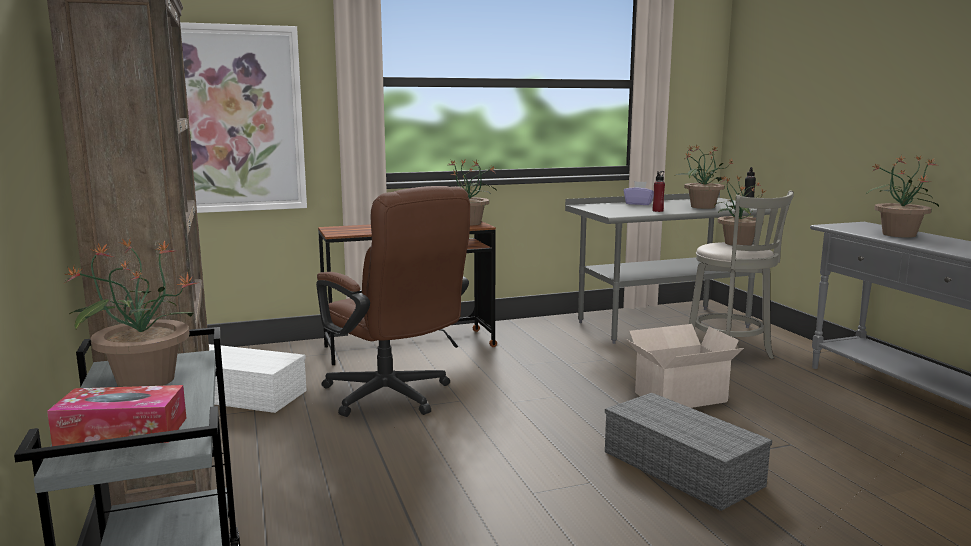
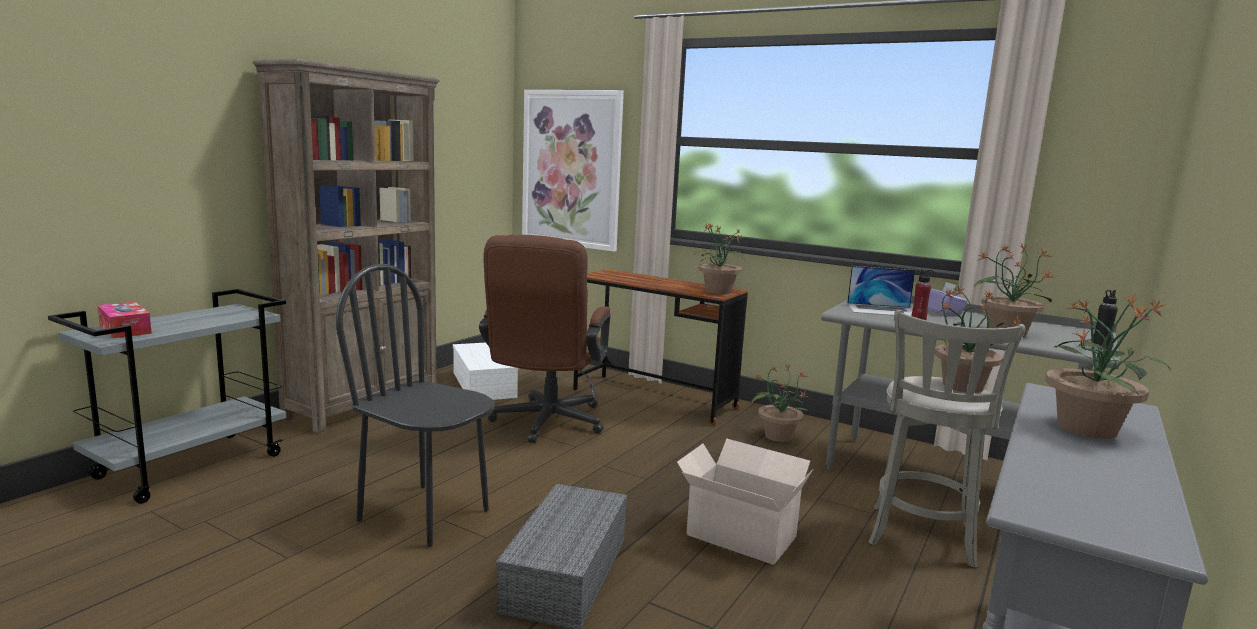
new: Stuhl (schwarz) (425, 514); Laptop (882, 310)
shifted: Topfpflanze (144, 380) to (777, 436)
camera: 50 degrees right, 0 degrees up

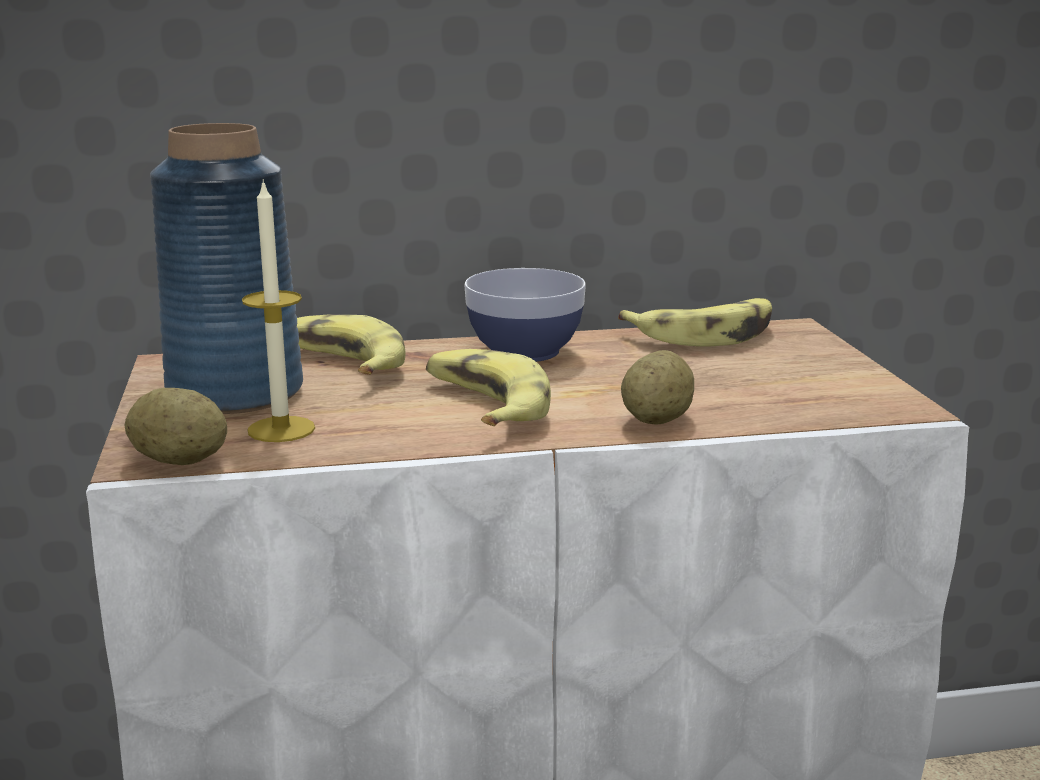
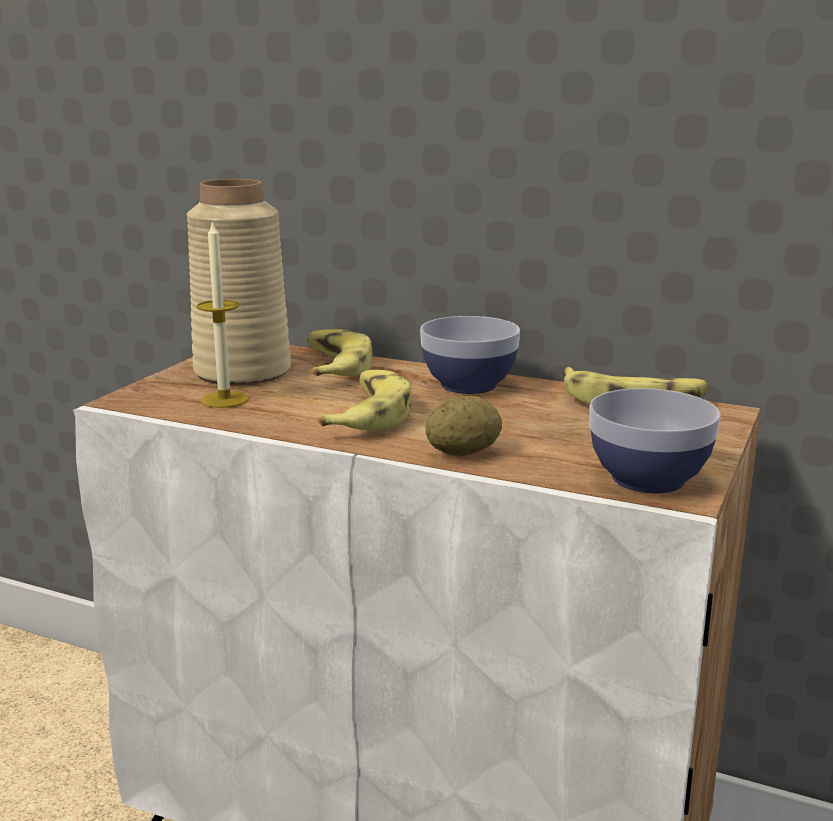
gone: Kartoffel (179, 461)
new: Schüssel (648, 478)
repainted: Vase (blau) (234, 393) to Vase (beige) (241, 372)
camera: 35 degrees right, 0 degrees up

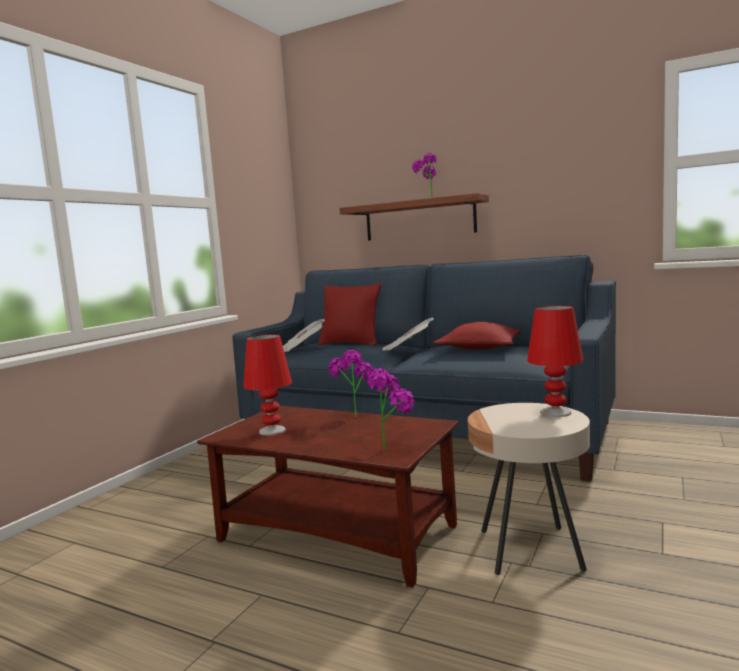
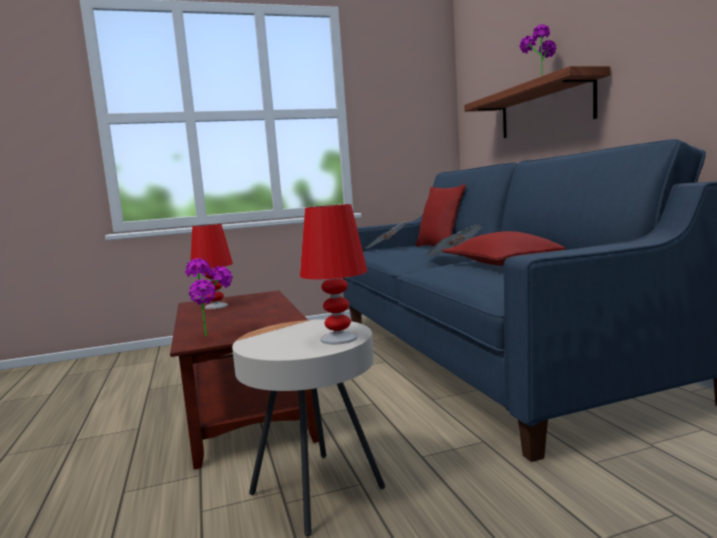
gone: Topfpflanze (353, 415)
camera: 45 degrees right, 0 degrees up

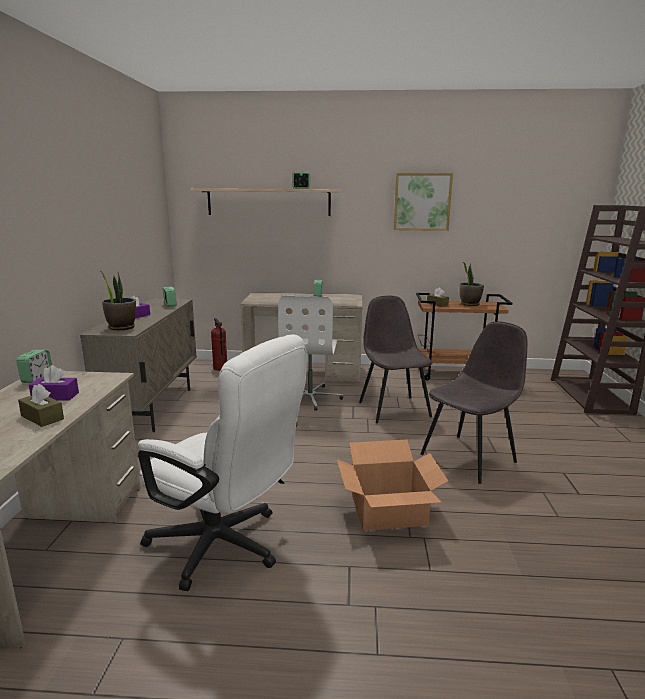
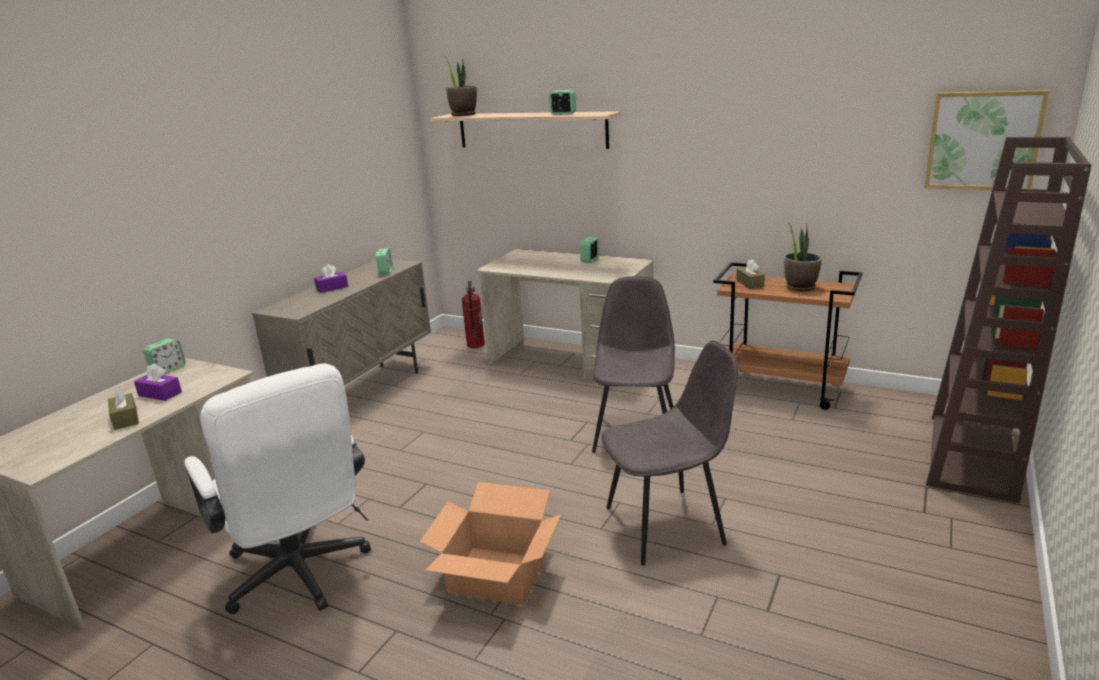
gone: Bürostuhl (weiß) (310, 397)
shifted: Topfpflanze (121, 327) to (463, 115); Bild (422, 202) to (983, 141)
camera: 25 degrees right, 5 degrees up

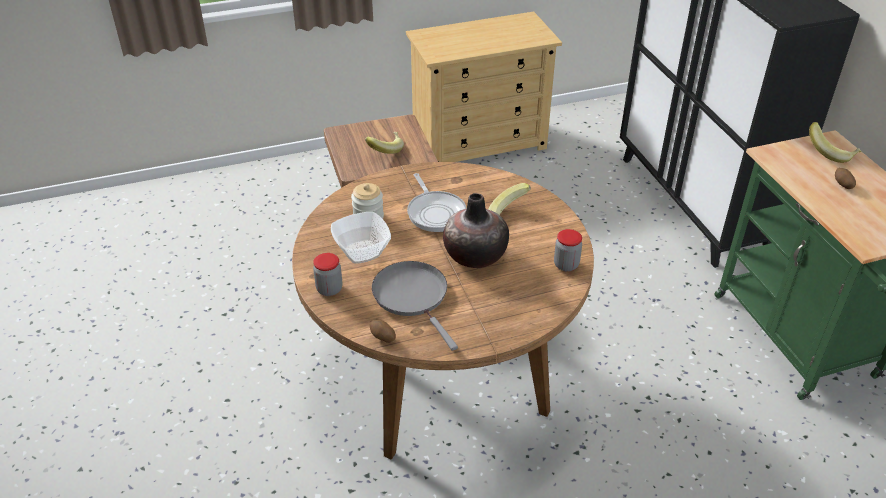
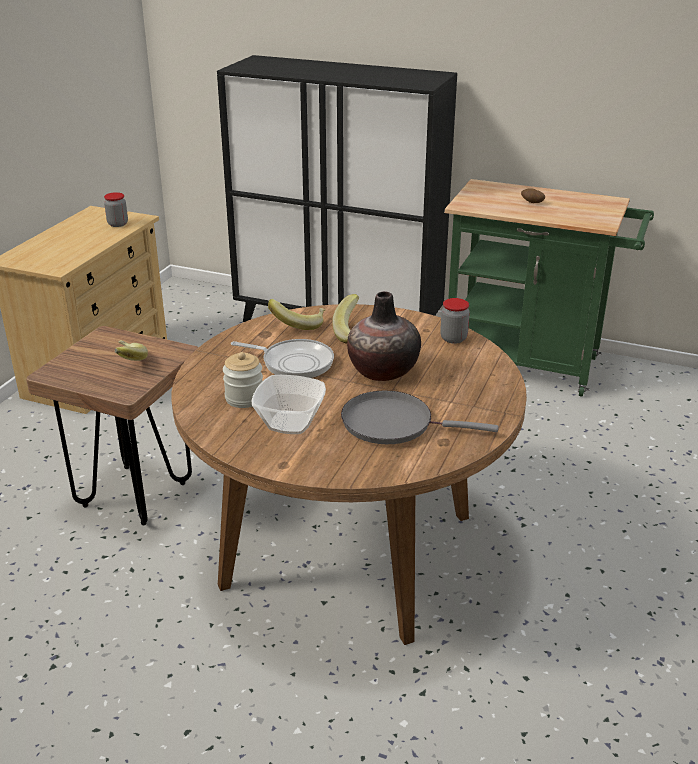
gone: Kartoffel (382, 338)
shifted: Vorratsglas (329, 289) to (118, 224); Banane (830, 153) to (299, 324)
camera: 50 degrees left, 10 degrees down

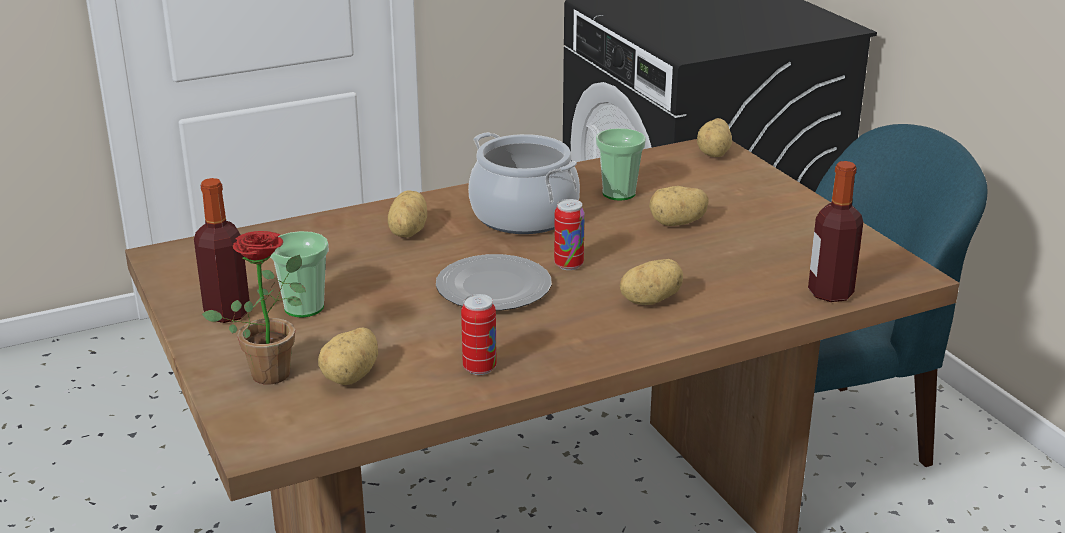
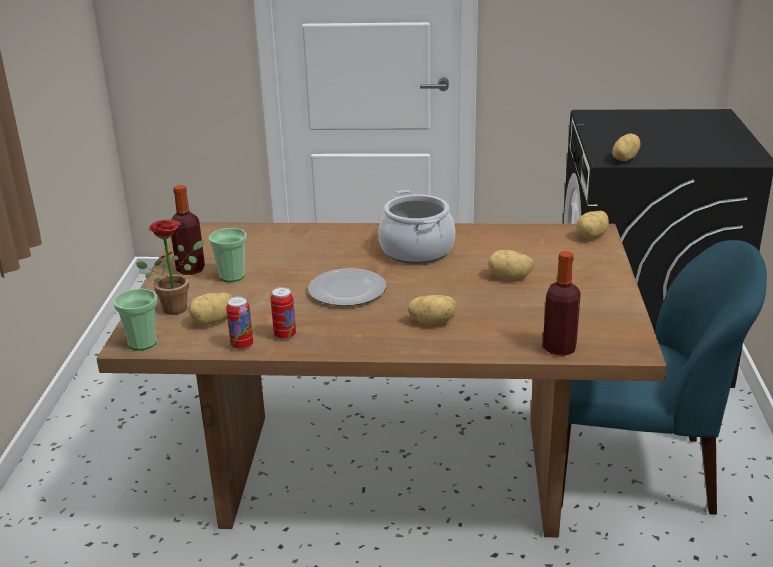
shifted: Tasse (618, 193) to (142, 343); Dose (568, 265) to (242, 346); Kartoffel (406, 232) to (623, 159)
camera: 30 degrees right, 0 degrees up

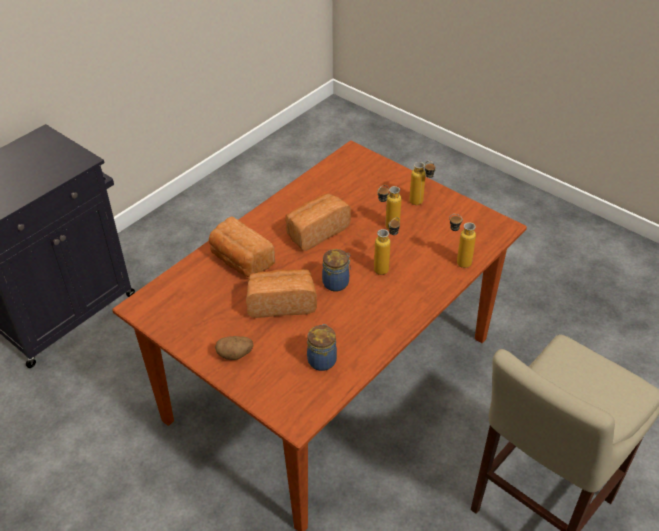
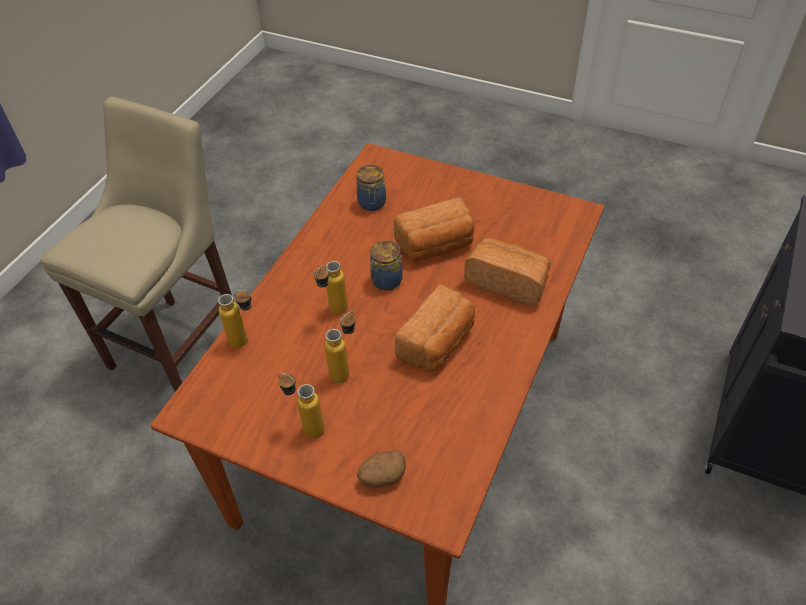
shifted: Kartoffel (235, 354) to (382, 477)
camera: 165 degrees right, 5 degrees up

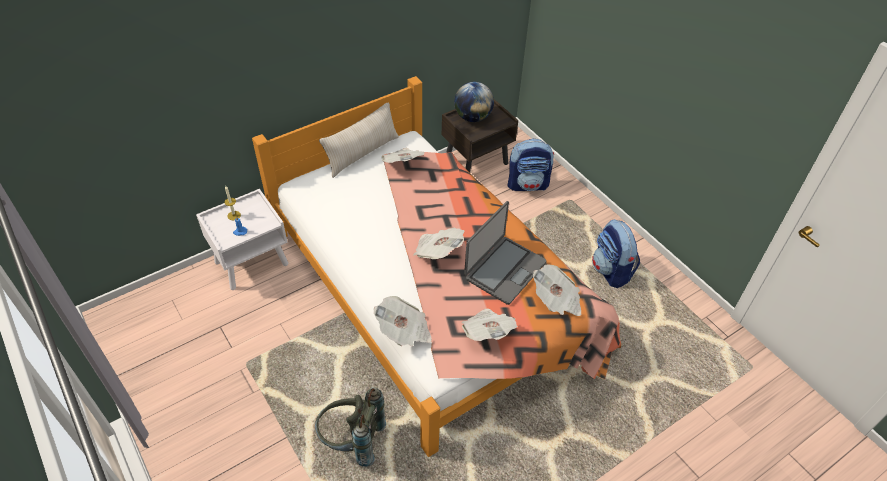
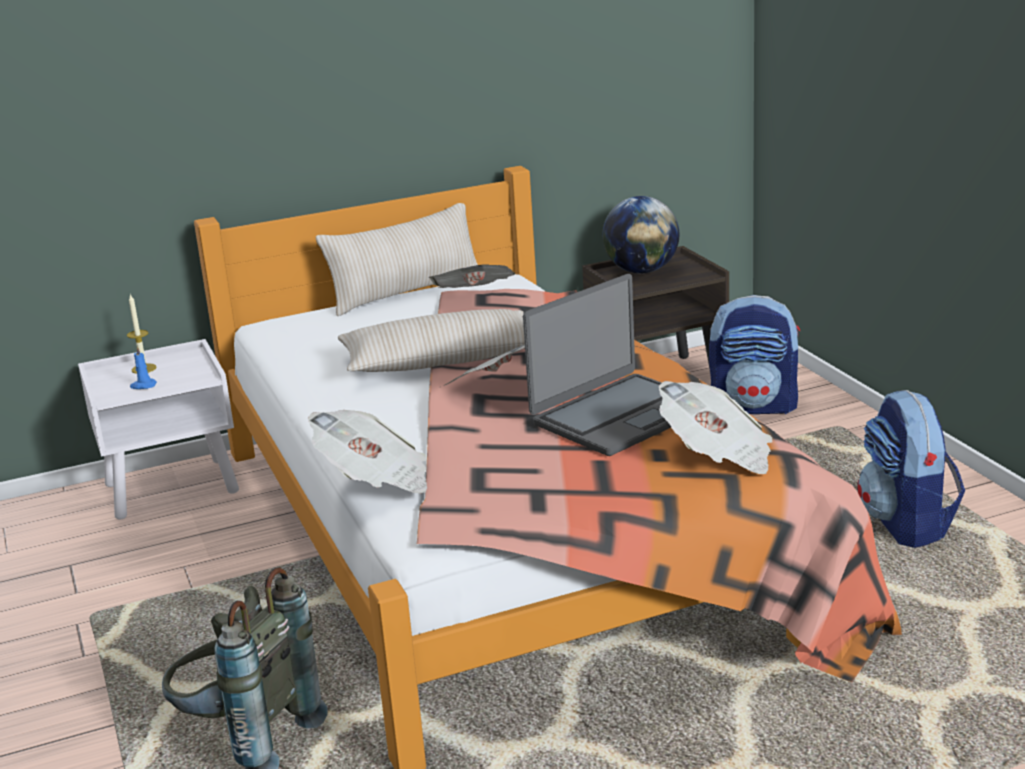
gone: Zeitung (487, 332)
new: Kissen (beige) (440, 360)
camera: 15 degrees right, 25 degrees down

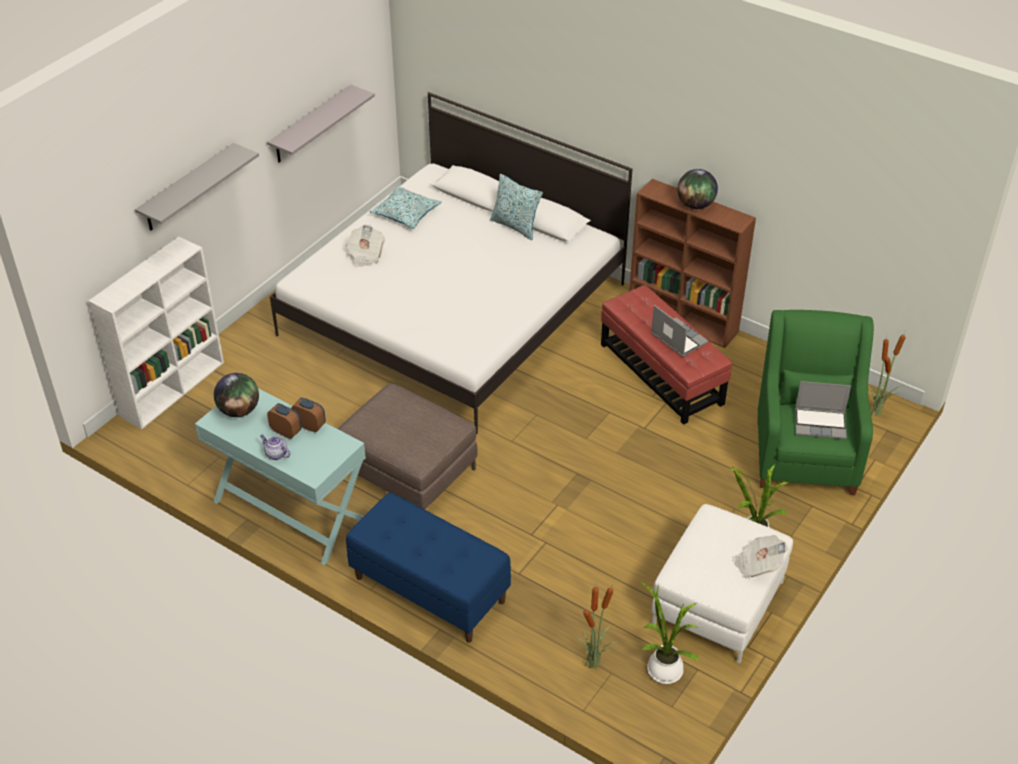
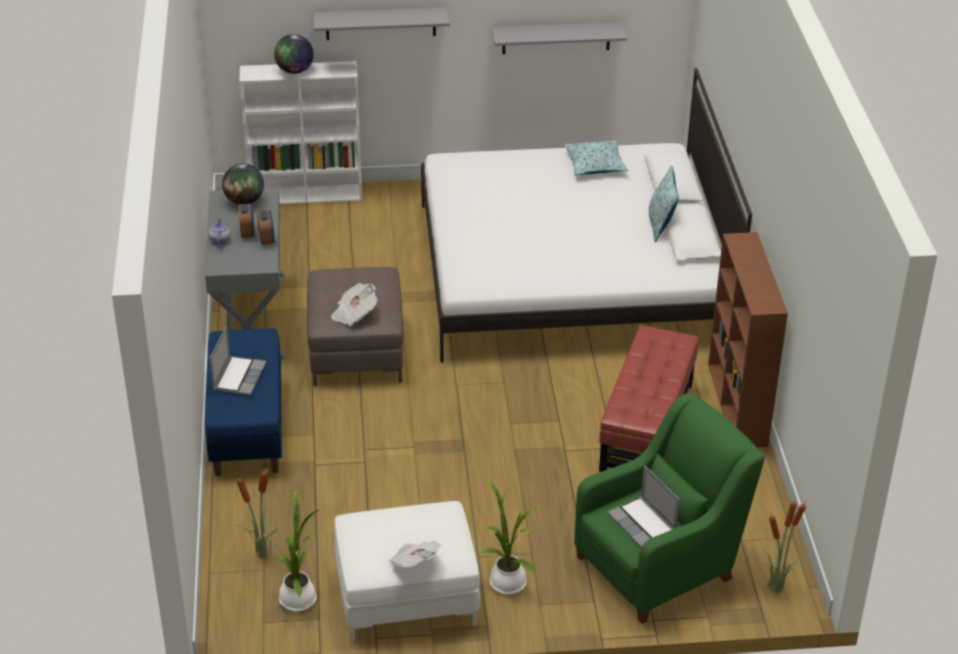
shifted: Laptop (678, 338) to (238, 376); Globus (695, 205) to (294, 71); Zeitung (365, 255) to (354, 314)
repainted: Konsolentisch (türkis) (290, 511) to Konsolentisch (grau) (250, 316)
camera: 50 degrees right, 5 degrees down

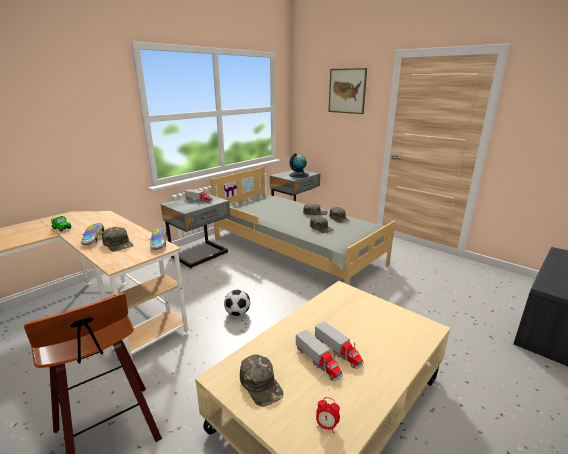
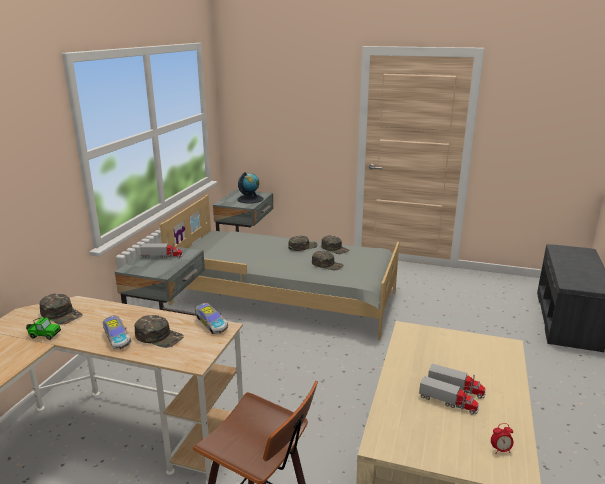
gone: Fußball (238, 313); Bild (347, 91)
shifted: Kappe (grün) (261, 384) to (61, 314)
camera: 25 degrees left, 0 degrees up

